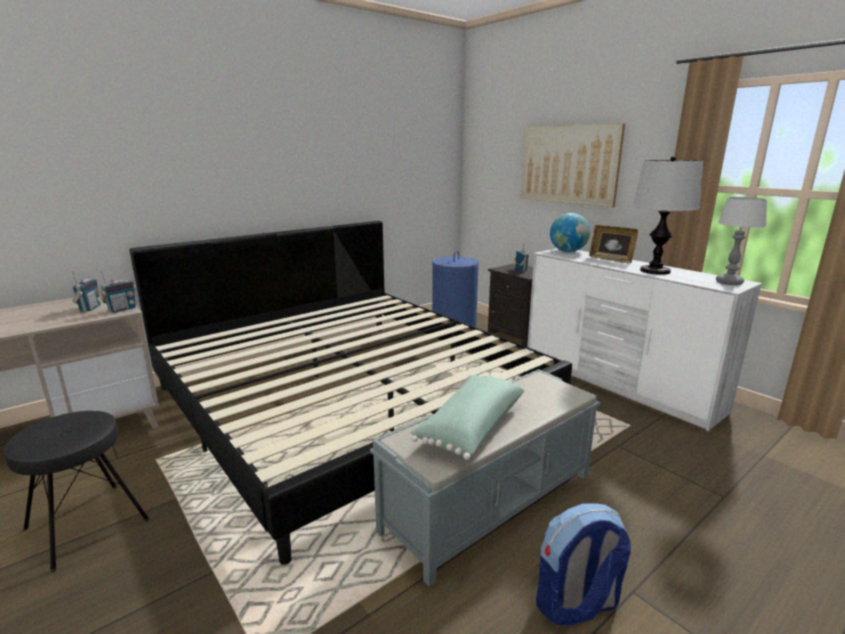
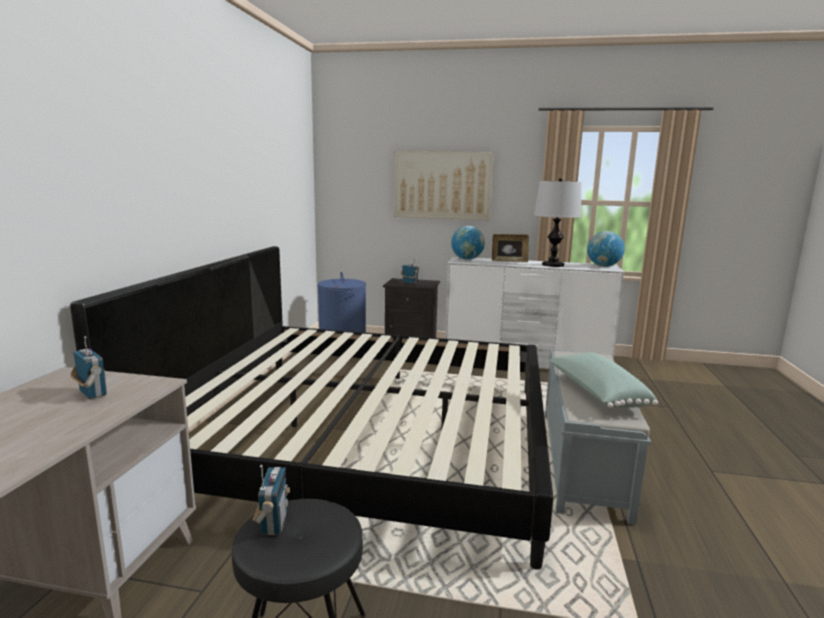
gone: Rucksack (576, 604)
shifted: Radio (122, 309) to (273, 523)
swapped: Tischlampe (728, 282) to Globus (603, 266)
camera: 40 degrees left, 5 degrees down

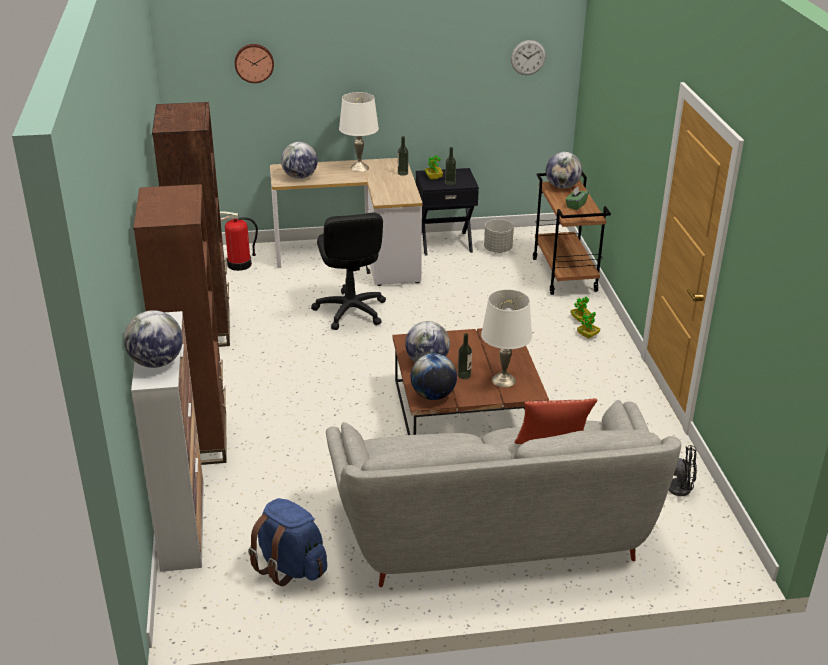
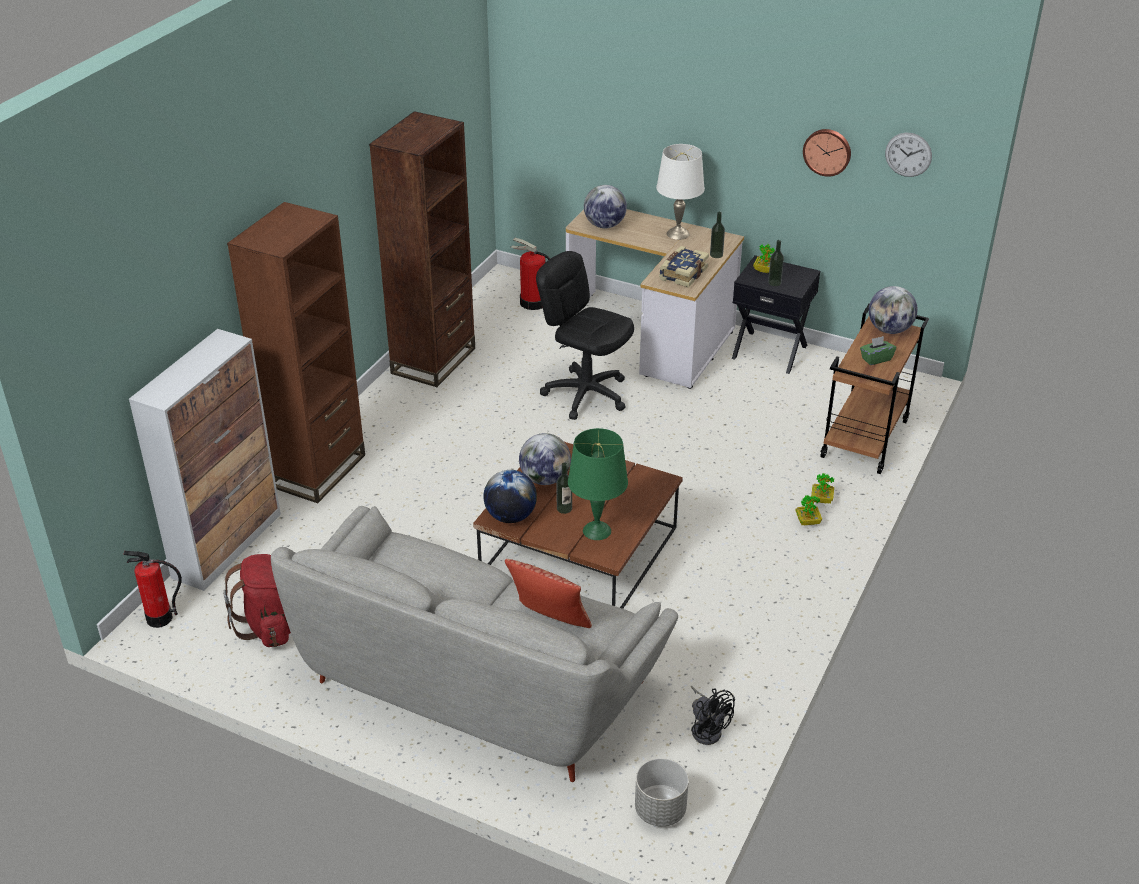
gone: Globus (156, 362)
new: Feuerlöscher (159, 618); Buch (682, 274)
shifted: Pflanzkübel (grau) (497, 249) to (659, 810); Wanduhr (254, 62) to (827, 151)
repainted: Rucksack (blau) (290, 566) to Rucksack (rot) (270, 625); Tischlampe (weiß) (503, 380) to Tischlampe (grün) (596, 530)
rotated: Bürostuhl (schwarz) (350, 311) = (586, 394) 105 degrees clockwise
camera: 35 degrees right, 5 degrees up

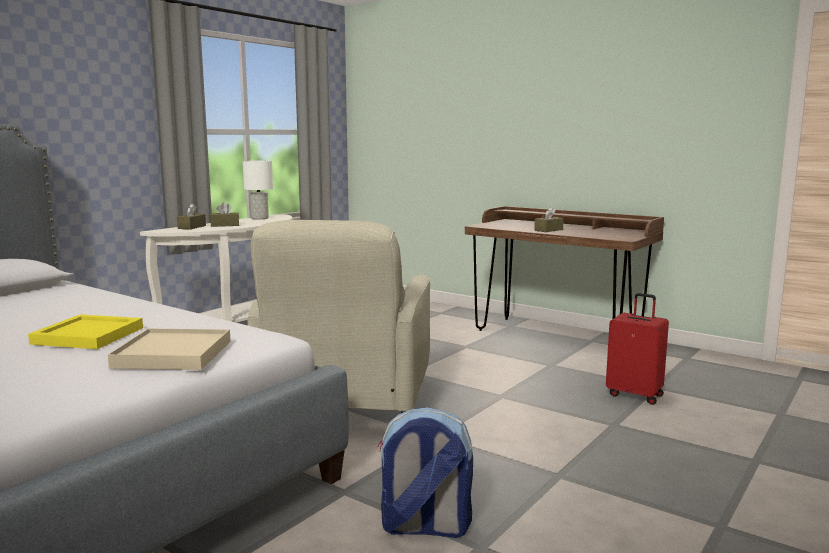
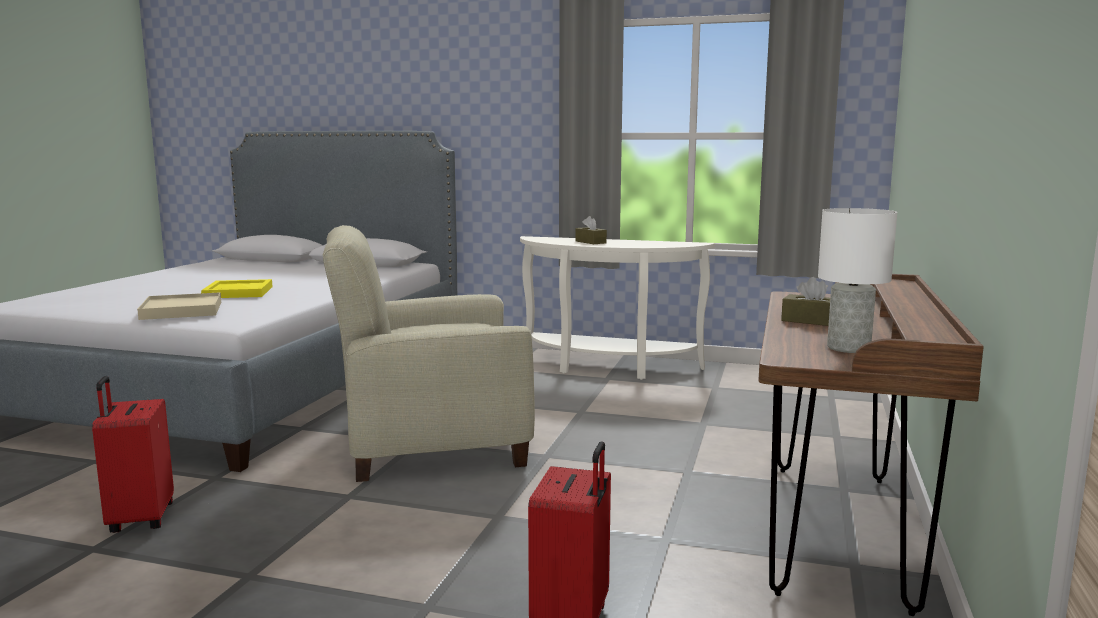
gone: Taschentuchbox (braun) (192, 227)
shifted: Tischlampe (weiß) (259, 218) to (847, 347)
swapped: Rucksack (424, 527) to Koffer (rot) (139, 519)
camera: 70 degrees right, 0 degrees up

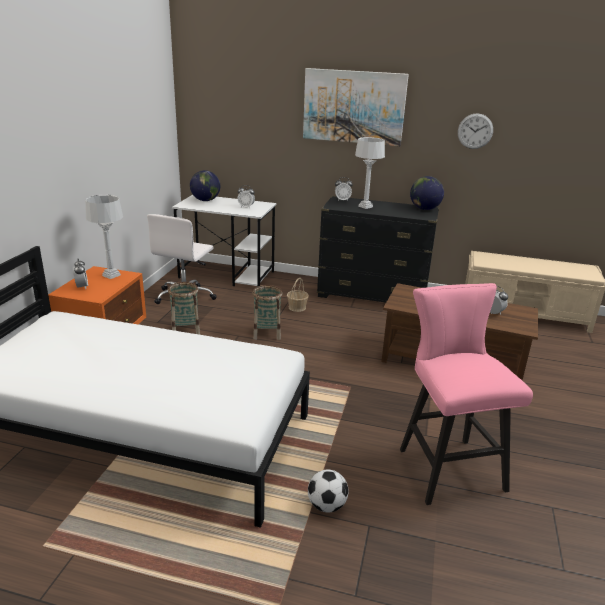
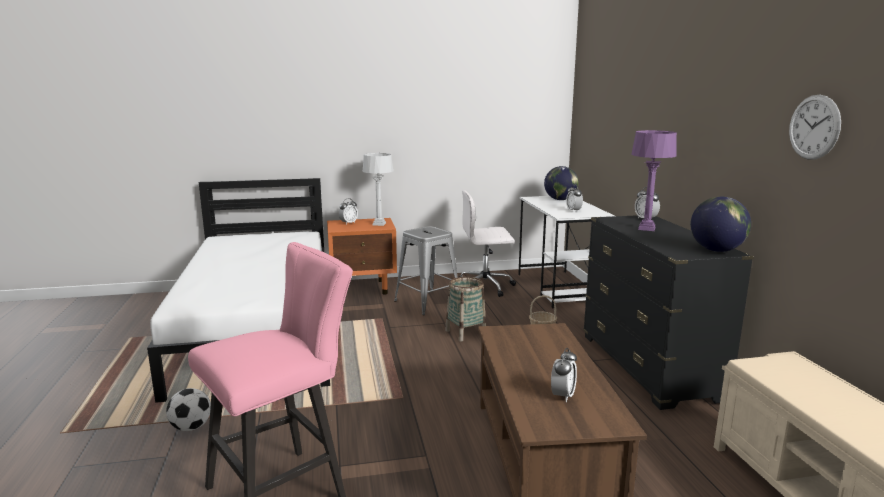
gone: Bild (353, 107)
swapped: Korb (185, 330) to Hocker (grau) (427, 302)
repainted: Tischlampe (grau) (365, 206) to Tischlampe (lila) (646, 228)
camera: 65 degrees right, 10 degrees down

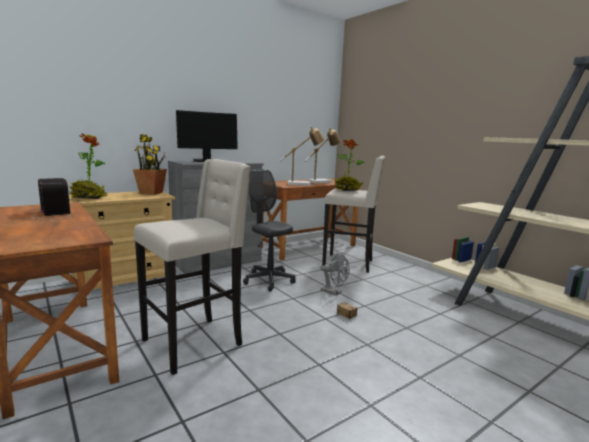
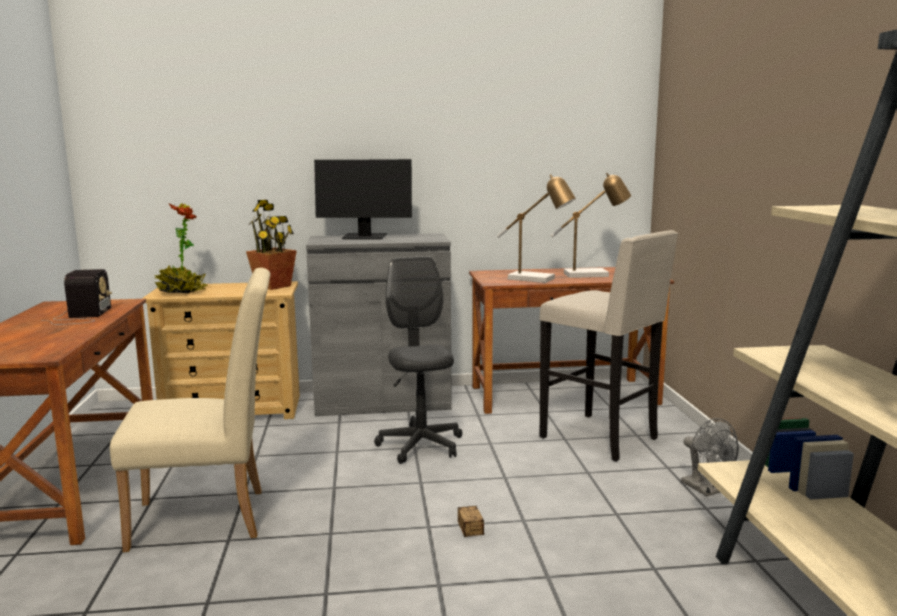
gone: Topfpflanze (347, 190)
shifted: Ventilator (grau) (334, 292) to (706, 490)
swapped: Hocker (beige) (194, 343) to Stuhl (beige) (210, 518)
camera: 30 degrees right, 0 degrees up

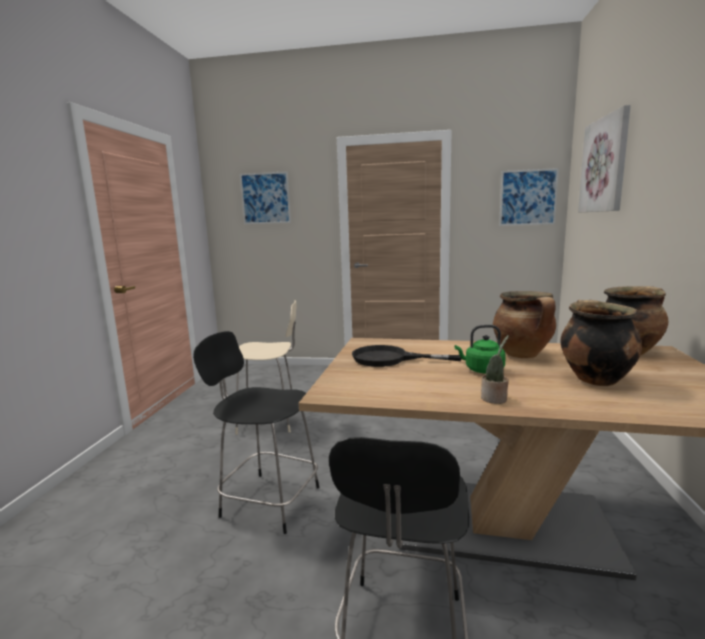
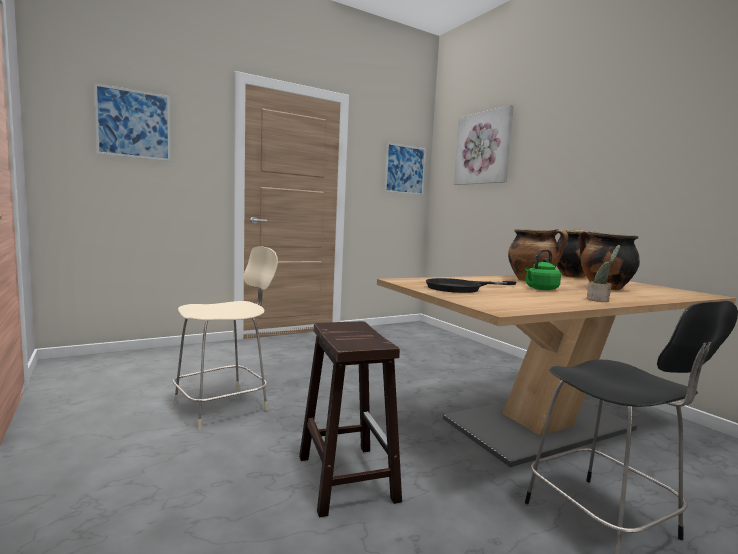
swapped: Stuhl (schwarz) (268, 500) to Hocker (braun) (345, 477)
camera: 40 degrees left, 5 degrees down

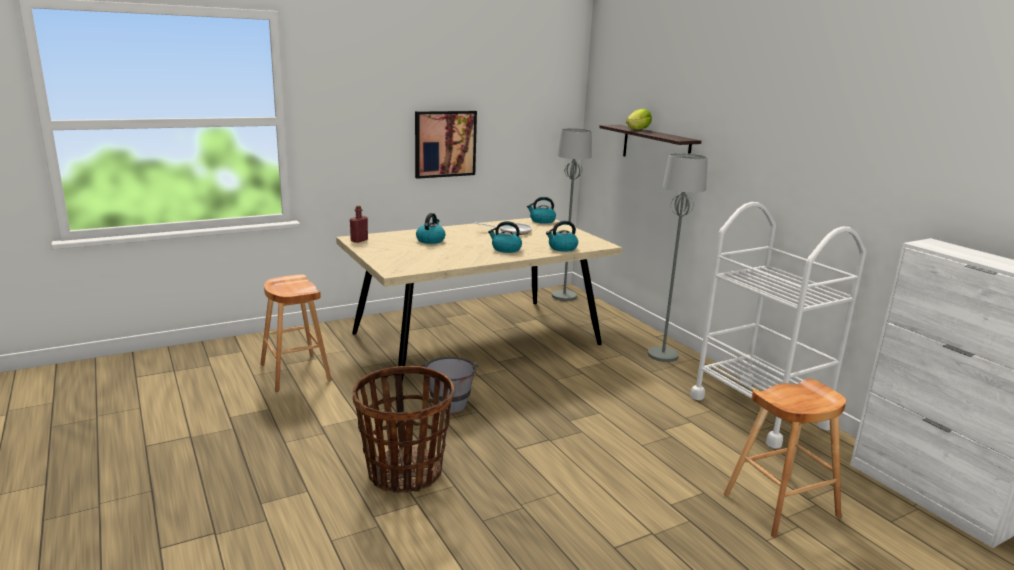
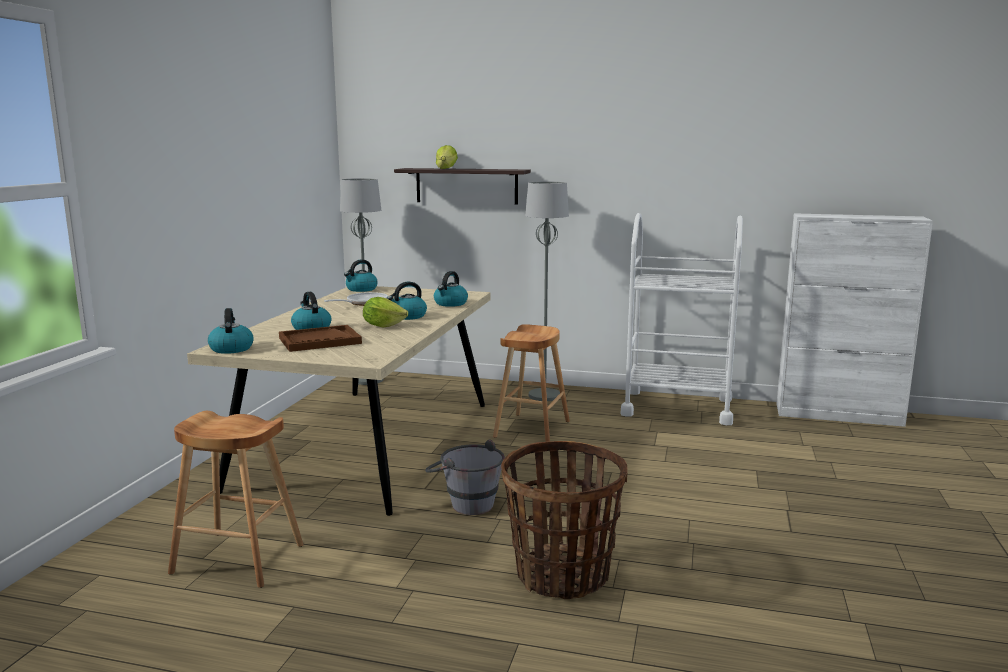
gone: Bild (445, 143)
new: Tablett (braun) (319, 341); Salatkopf (383, 326)
shifted: Hocker (braun) (781, 505) to (532, 429)
swapped: Flasche (rot) (359, 240) to Wasserkessel (231, 348)
camera: 45 degrees left, 5 degrees down

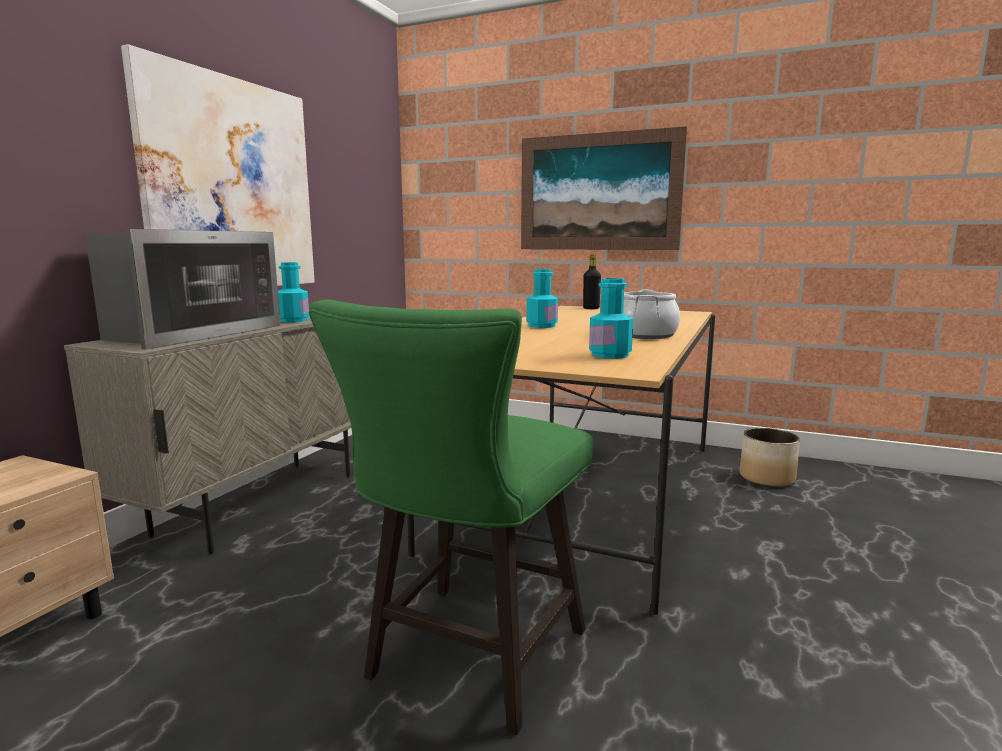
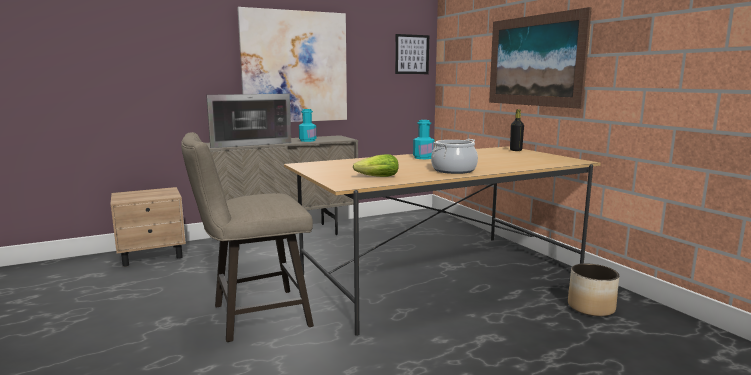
new: Bild (412, 54)
swapped: Flasche (türkis) (610, 355) to Salatkopf (375, 177)
repainted: Hocker (grün) (468, 662) to Hocker (beige) (253, 316)
camera: 40 degrees right, 0 degrees up

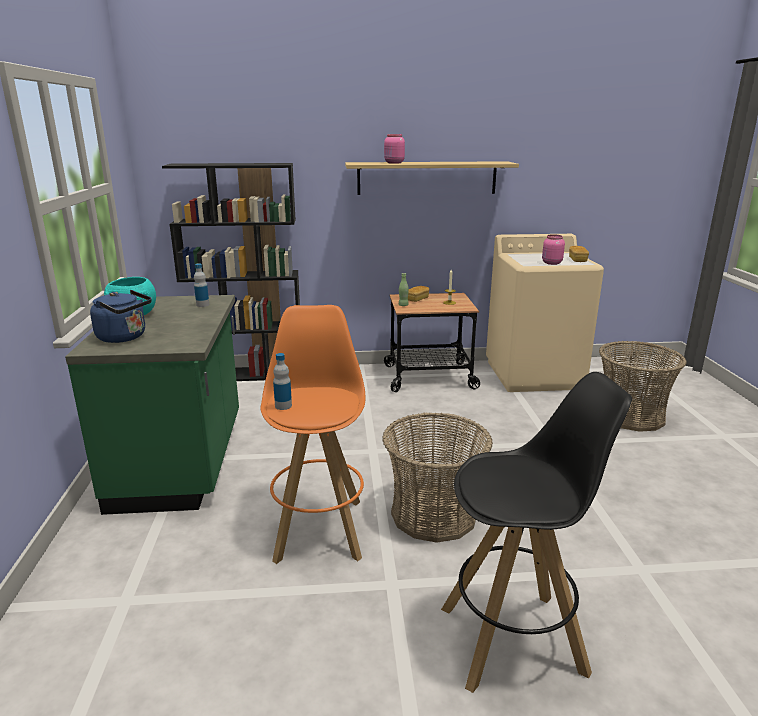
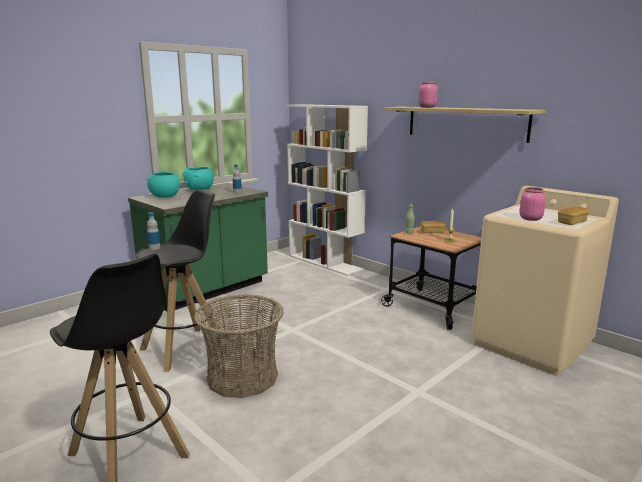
gone: Korb (631, 416)
swapped: Wasserkessel (blau) (125, 337) to Schüssel (türkis) (164, 196)
repainted: Hocker (orange) (319, 528) to Hocker (schwarz) (185, 348); Bücherregal (schwarz) (249, 374) to Bücherregal (weiß) (325, 262)
camera: 50 degrees right, 5 degrees down

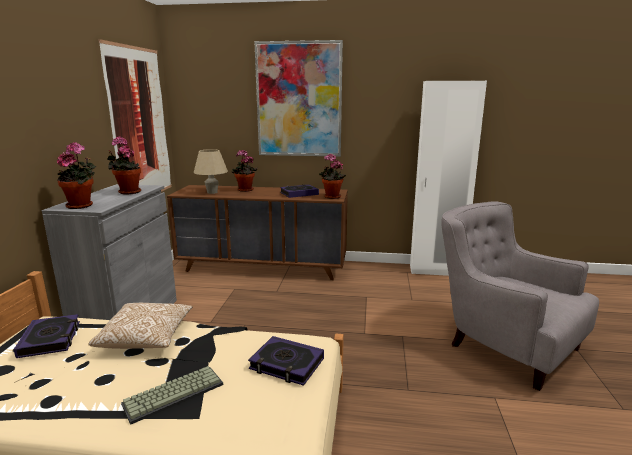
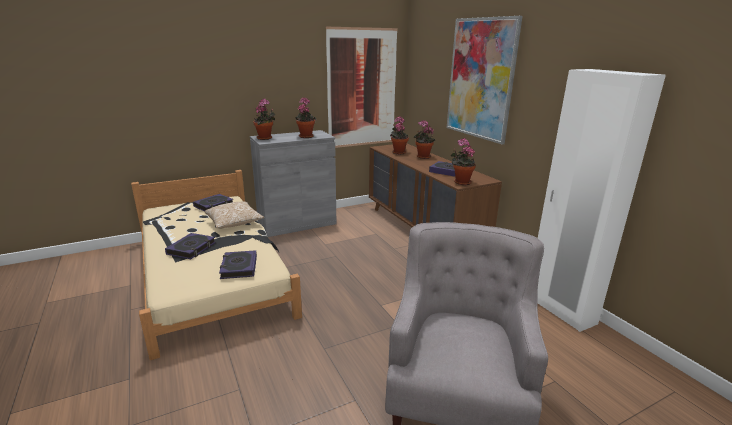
swapped: Tastatur (174, 393) to Buch (191, 249); Tischlampe (beige) (212, 192) to Topfpflanze (398, 152)
camera: 55 degrees right, 5 degrees up

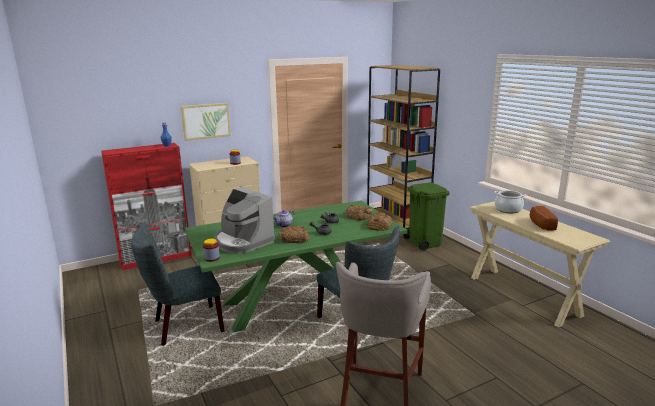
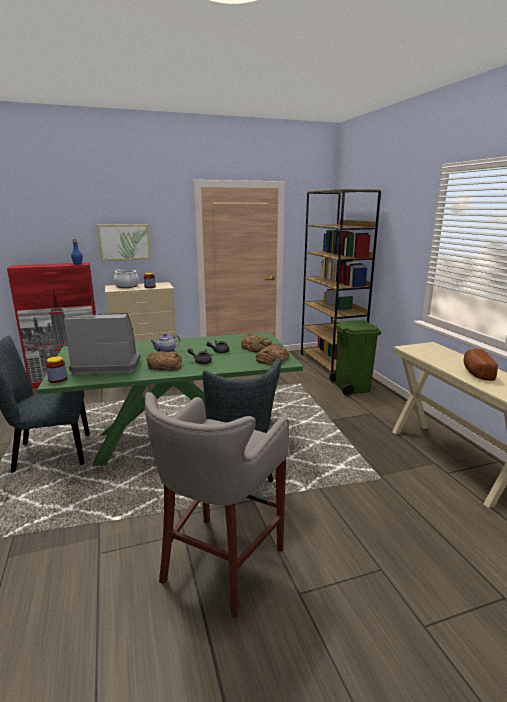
shifted: Kochtopf (508, 209) to (127, 286)
rotated: Kaffeemaschine (243, 241) = (107, 364) 120 degrees clockwise
camera: 10 degrees right, 0 degrees up

